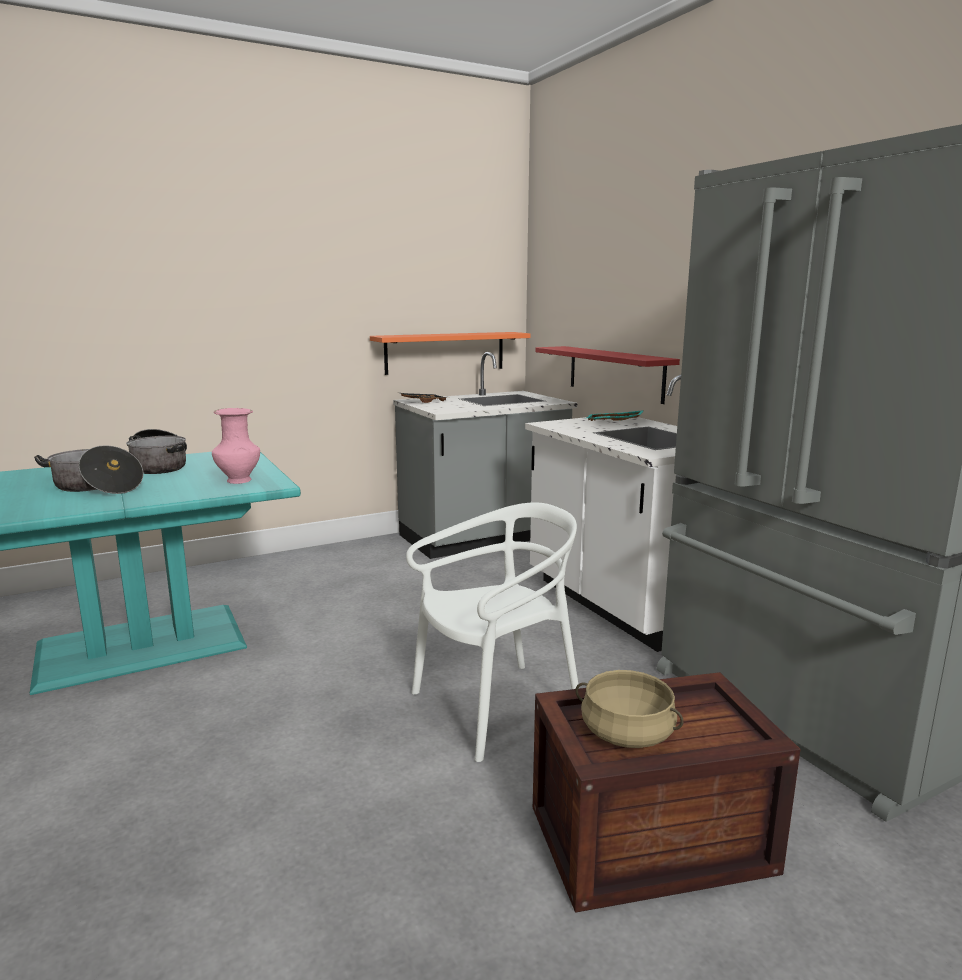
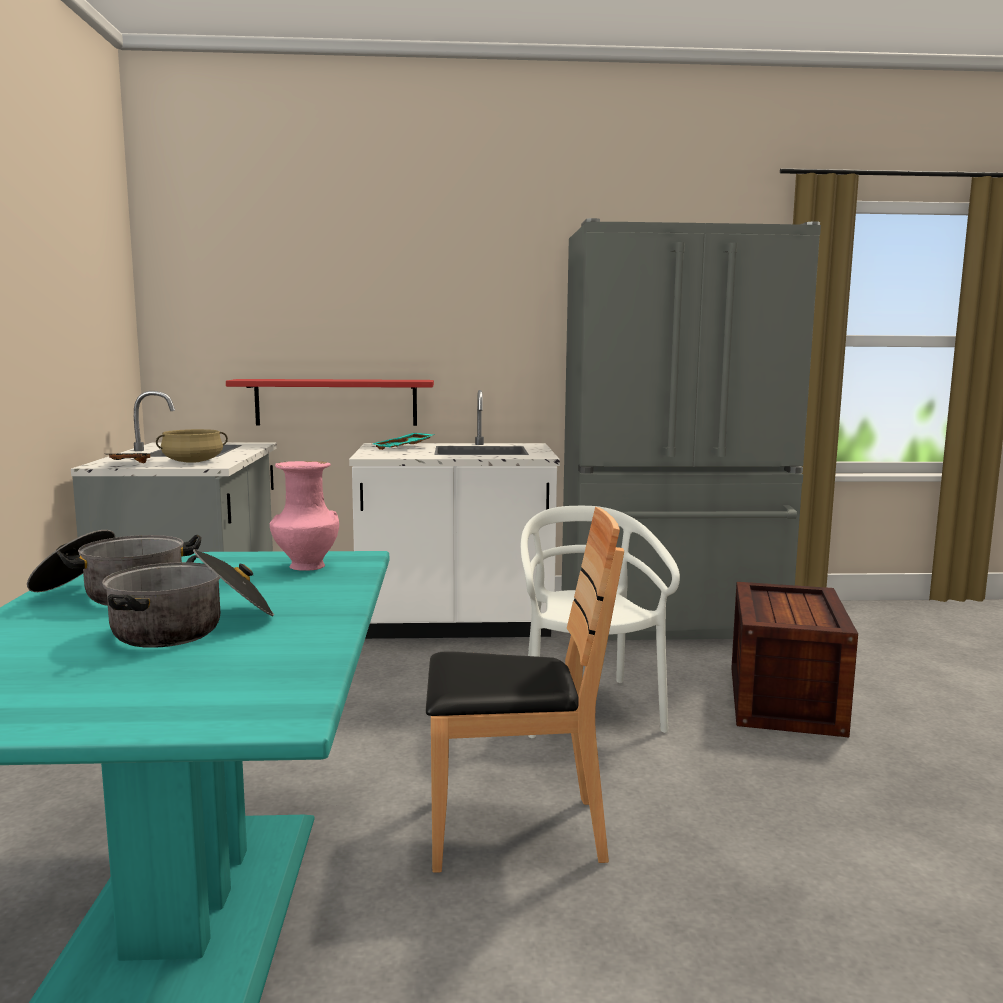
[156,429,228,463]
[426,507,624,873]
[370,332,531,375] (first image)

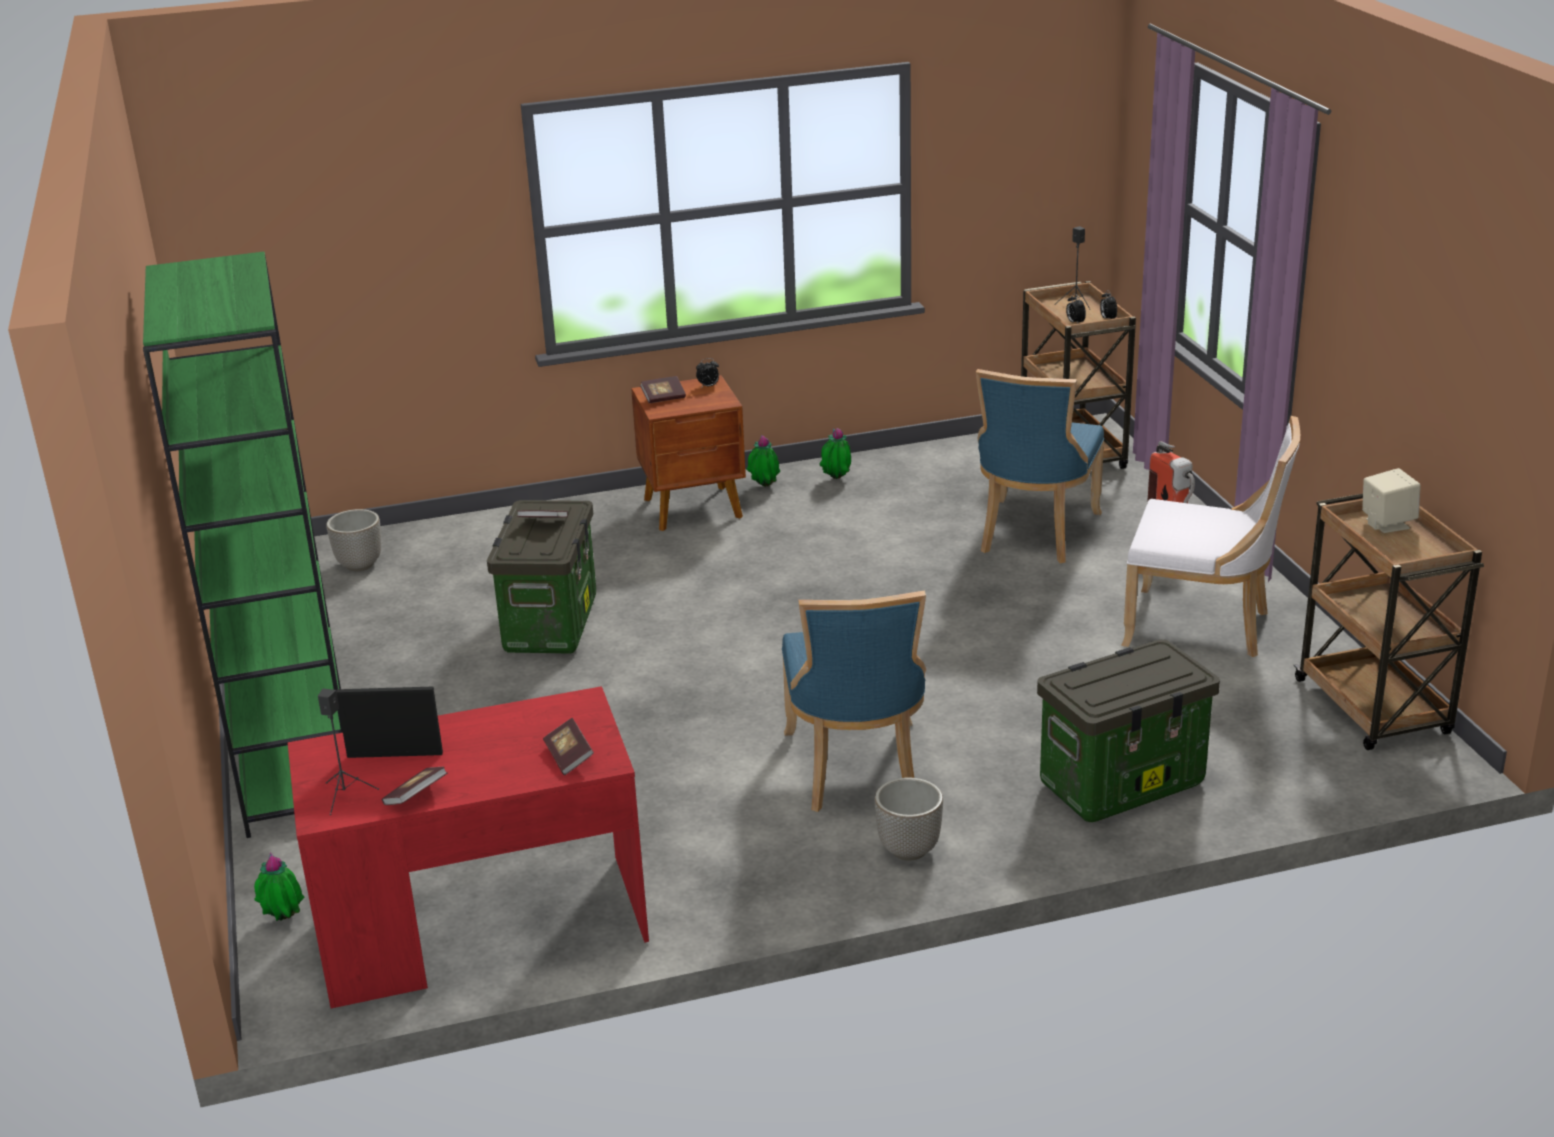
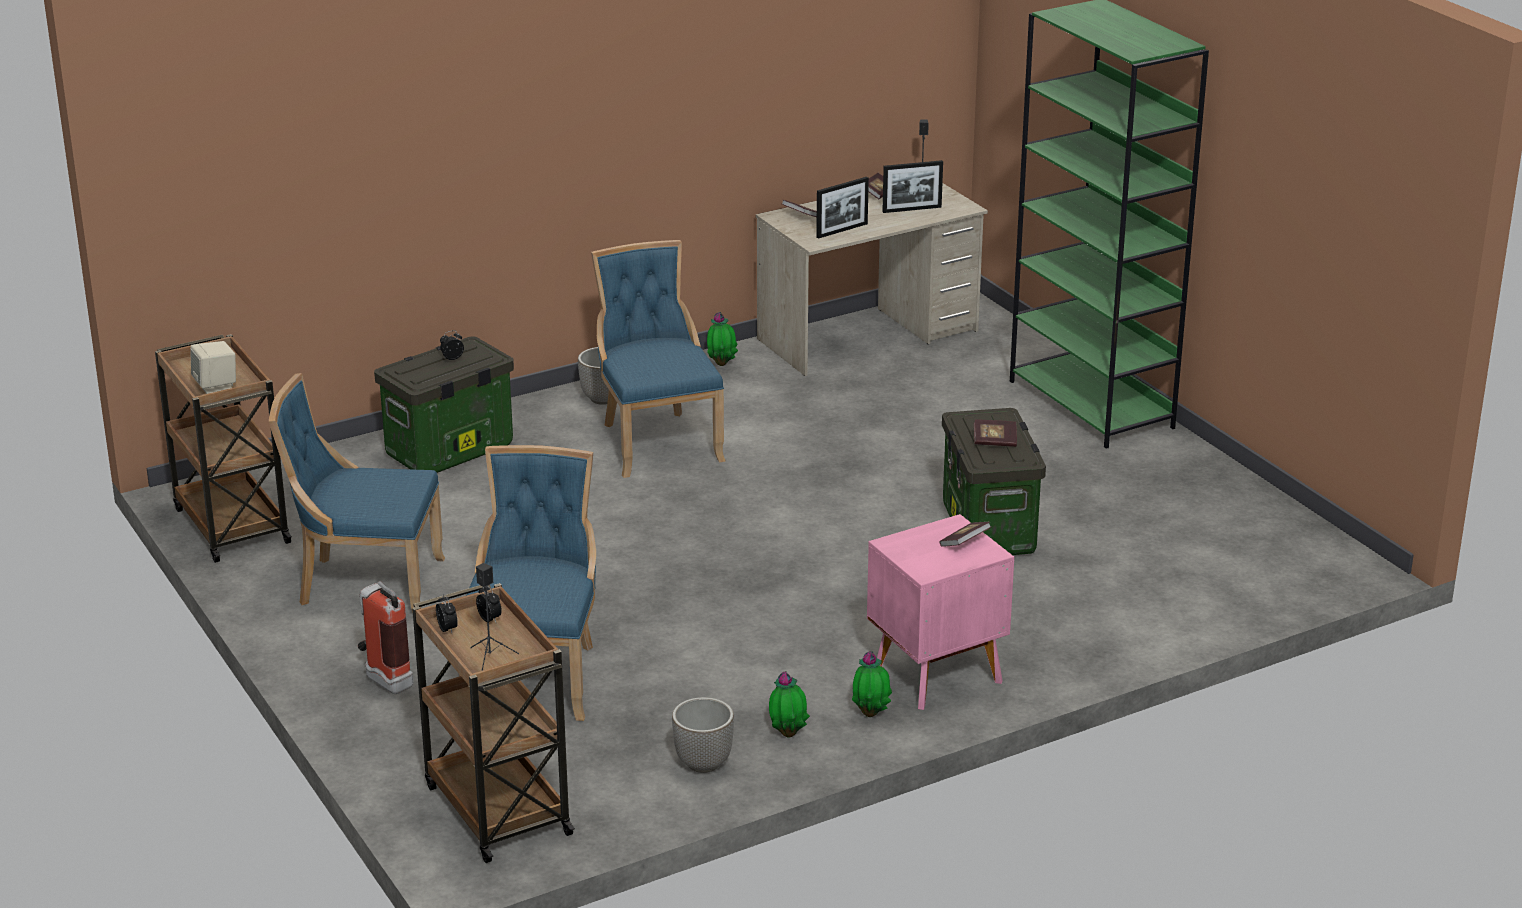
[269,373,445,613]
[440,330,464,360]
[672,697,734,773]
[707,312,738,366]
[756,183,988,376]
[816,177,869,239]
[867,514,1014,710]

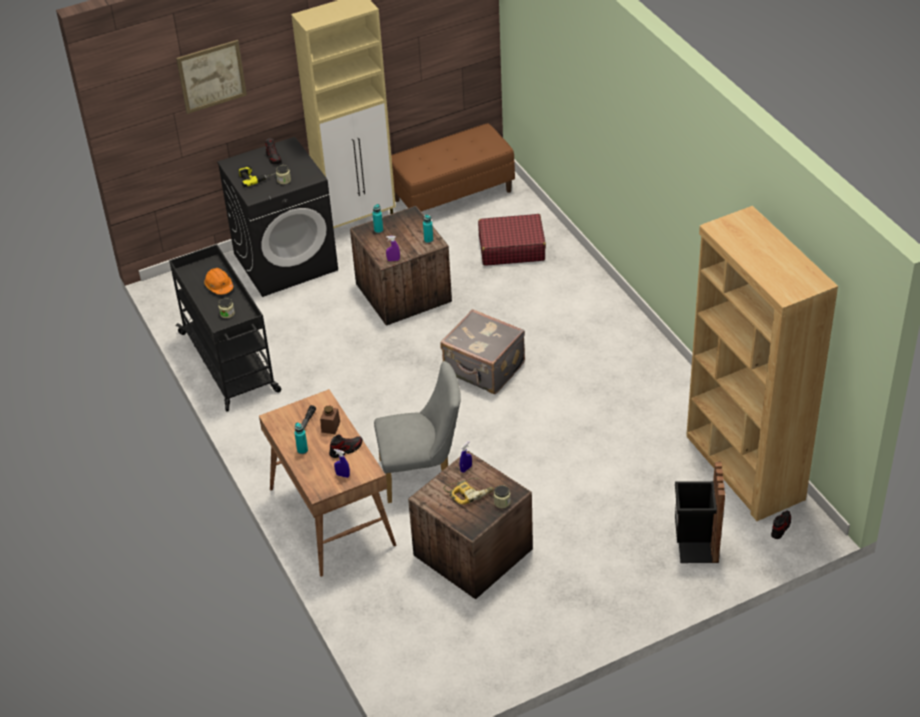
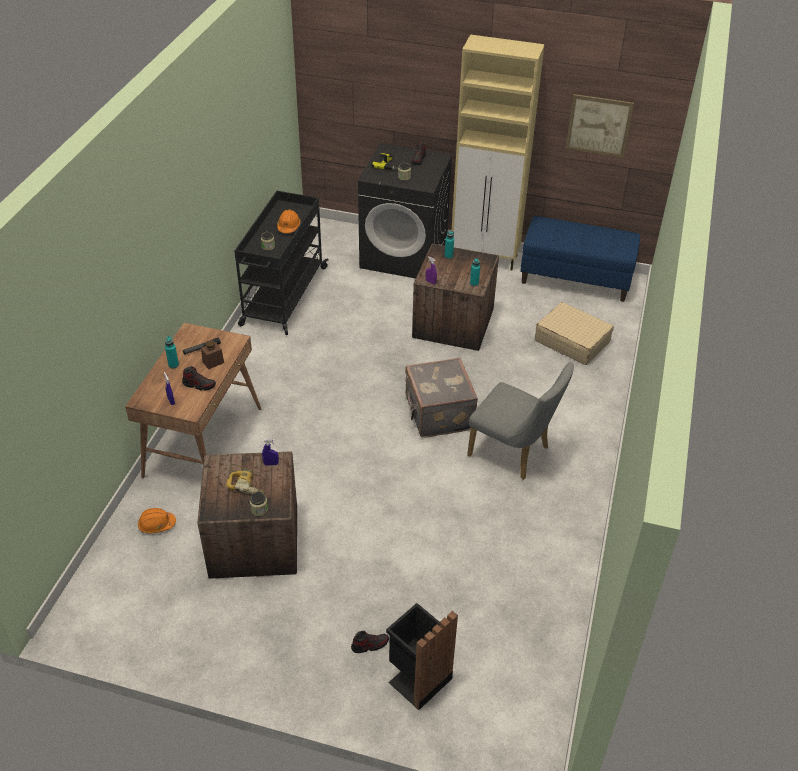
[138,508,176,533]
[351,631,389,653]
[467,362,574,480]
[520,216,640,302]
[535,302,614,365]
[565,94,634,158]
[686,206,838,521] (first image)

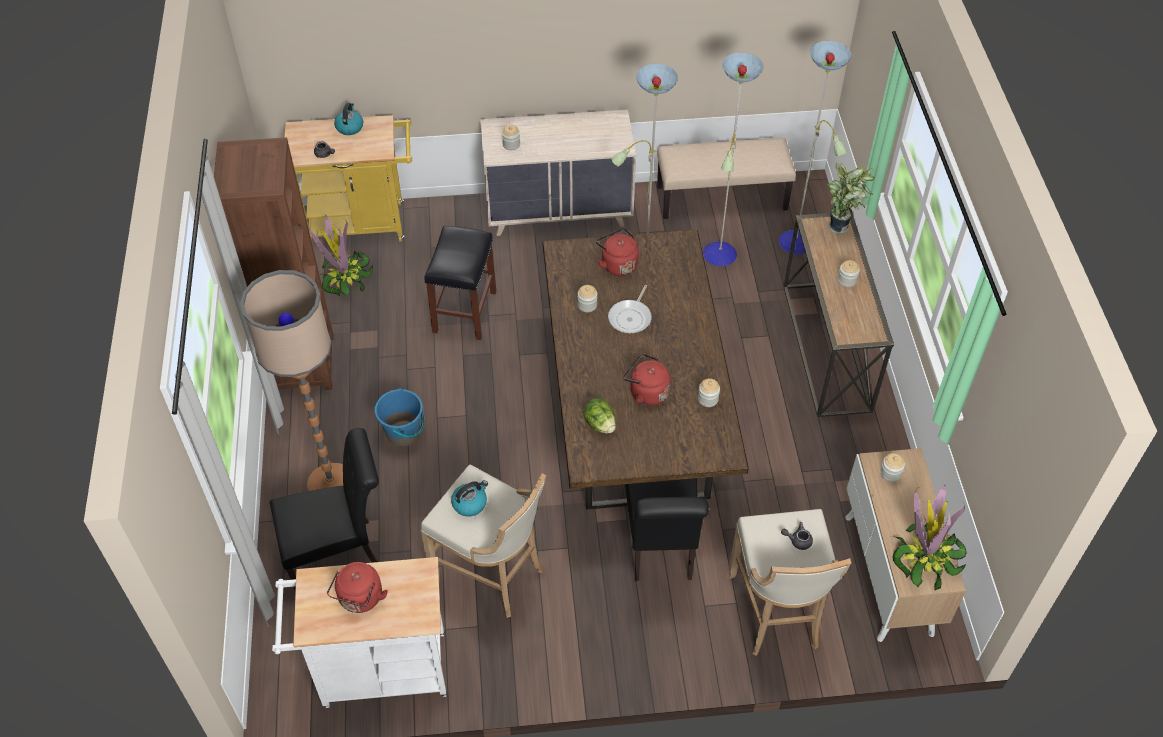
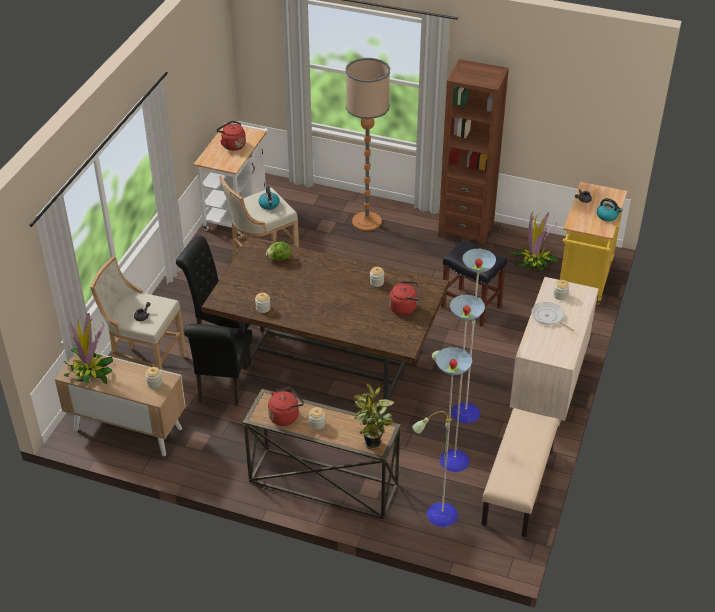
[184,324,253,406]
[268,386,304,426]
[531,302,575,332]
[374,387,424,447] (first image)

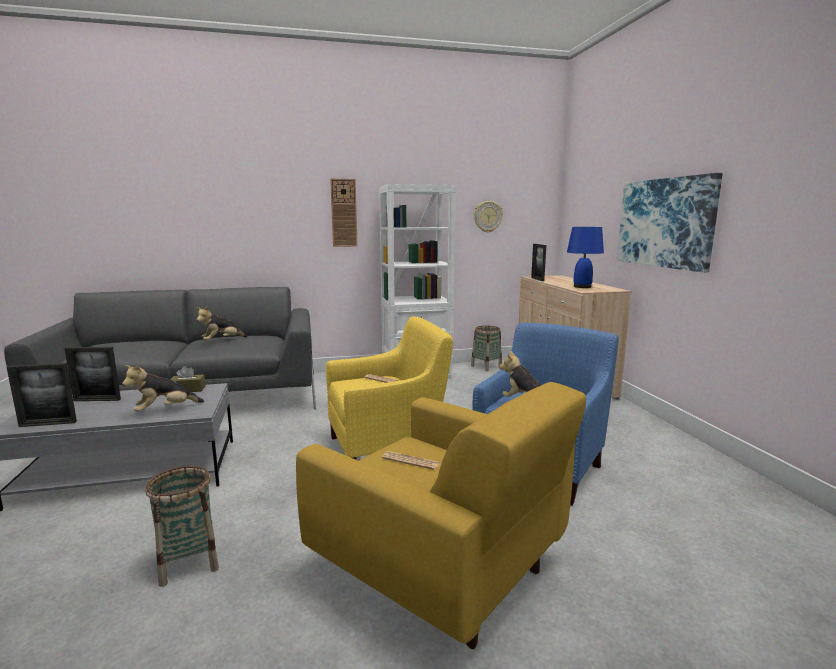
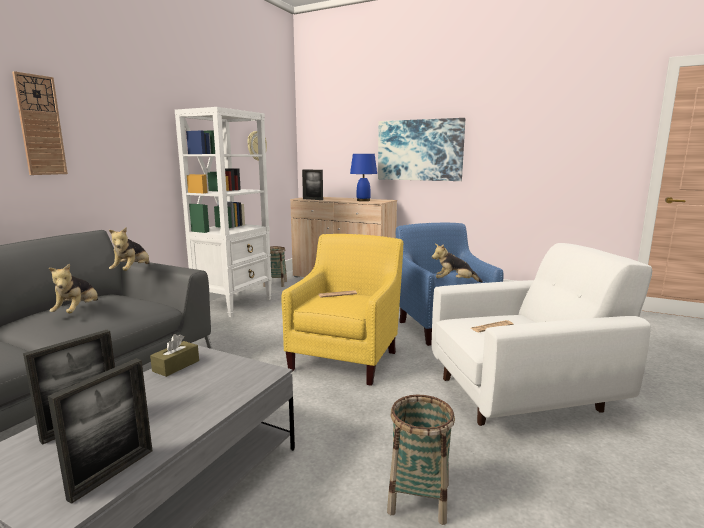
[12,71,68,175]
[109,227,149,271]
[432,243,652,426]

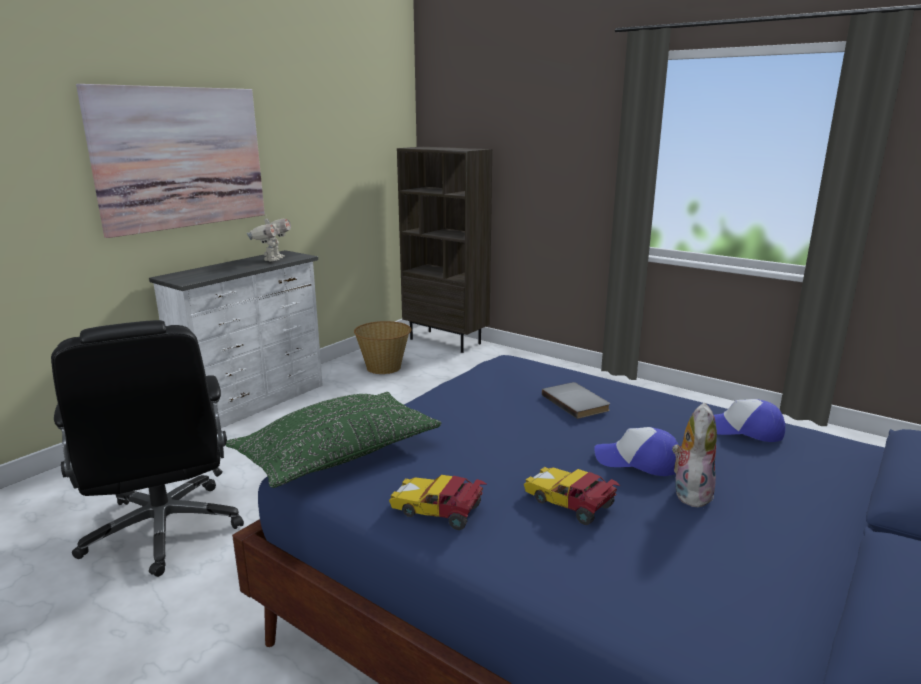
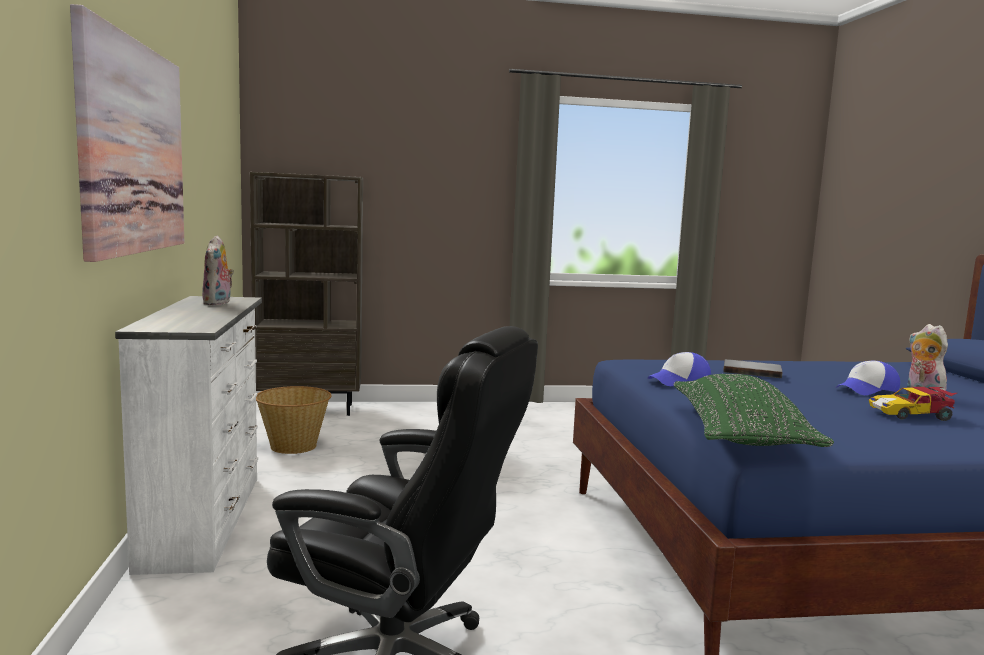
[202,236,234,305]
[647,352,711,386]
[389,475,487,530] (first image)

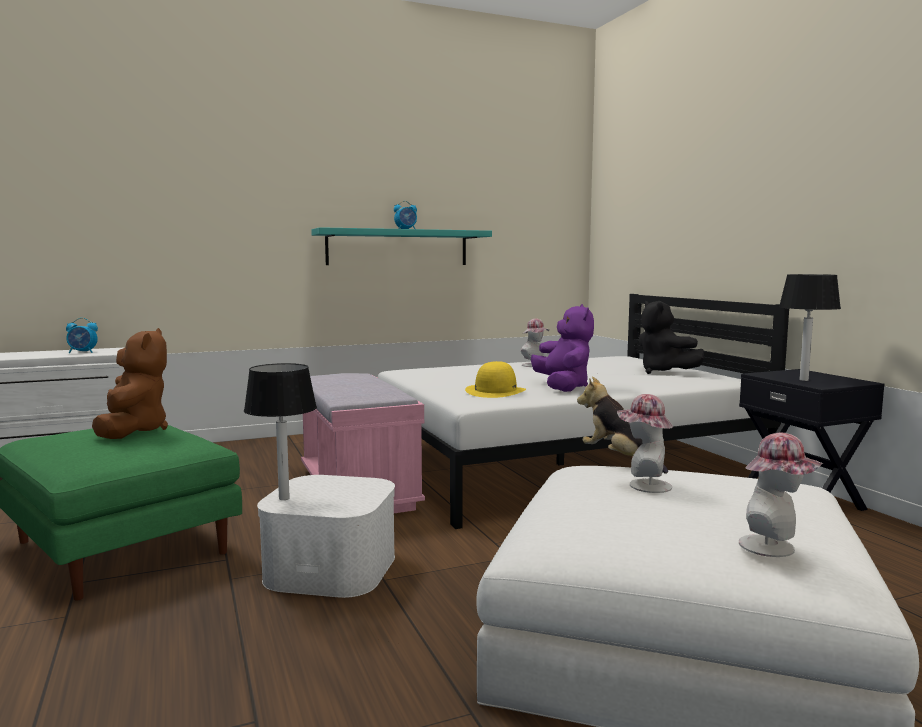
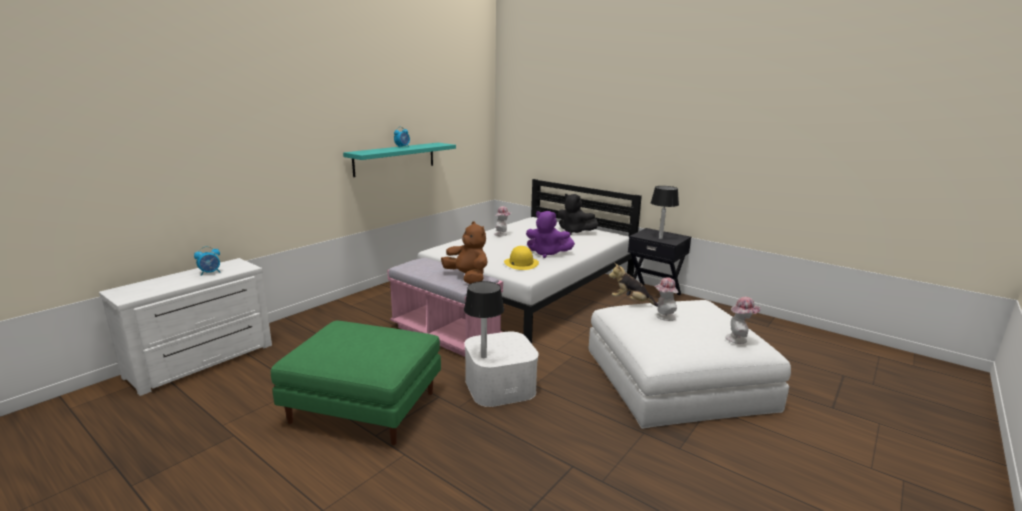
[441,221,488,284]
[526,211,575,258]

